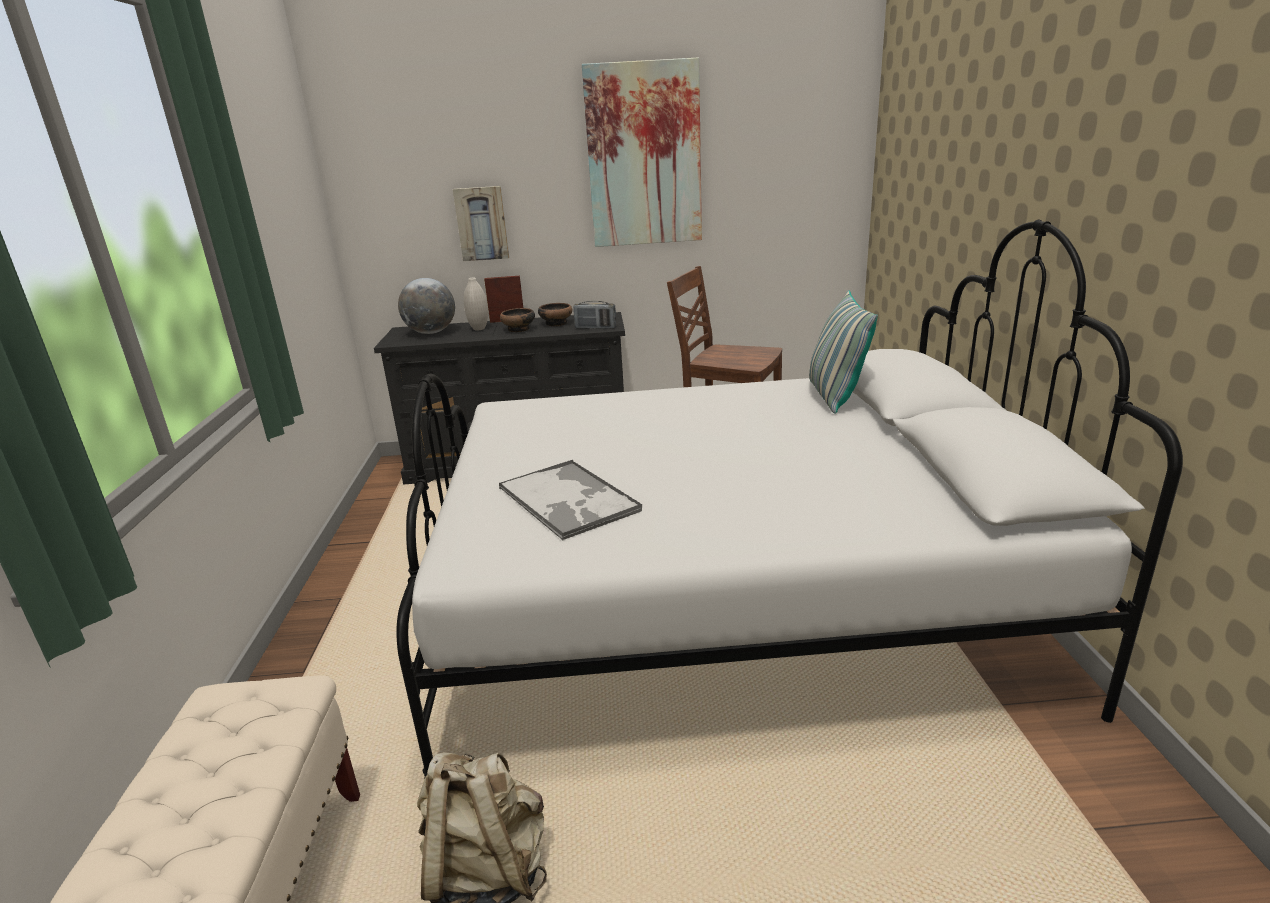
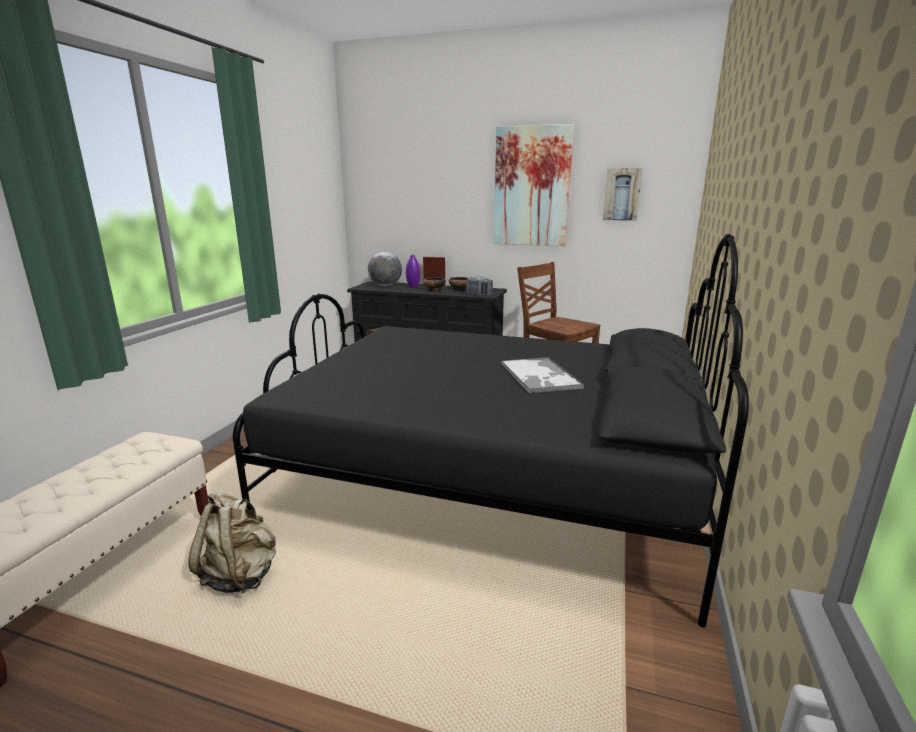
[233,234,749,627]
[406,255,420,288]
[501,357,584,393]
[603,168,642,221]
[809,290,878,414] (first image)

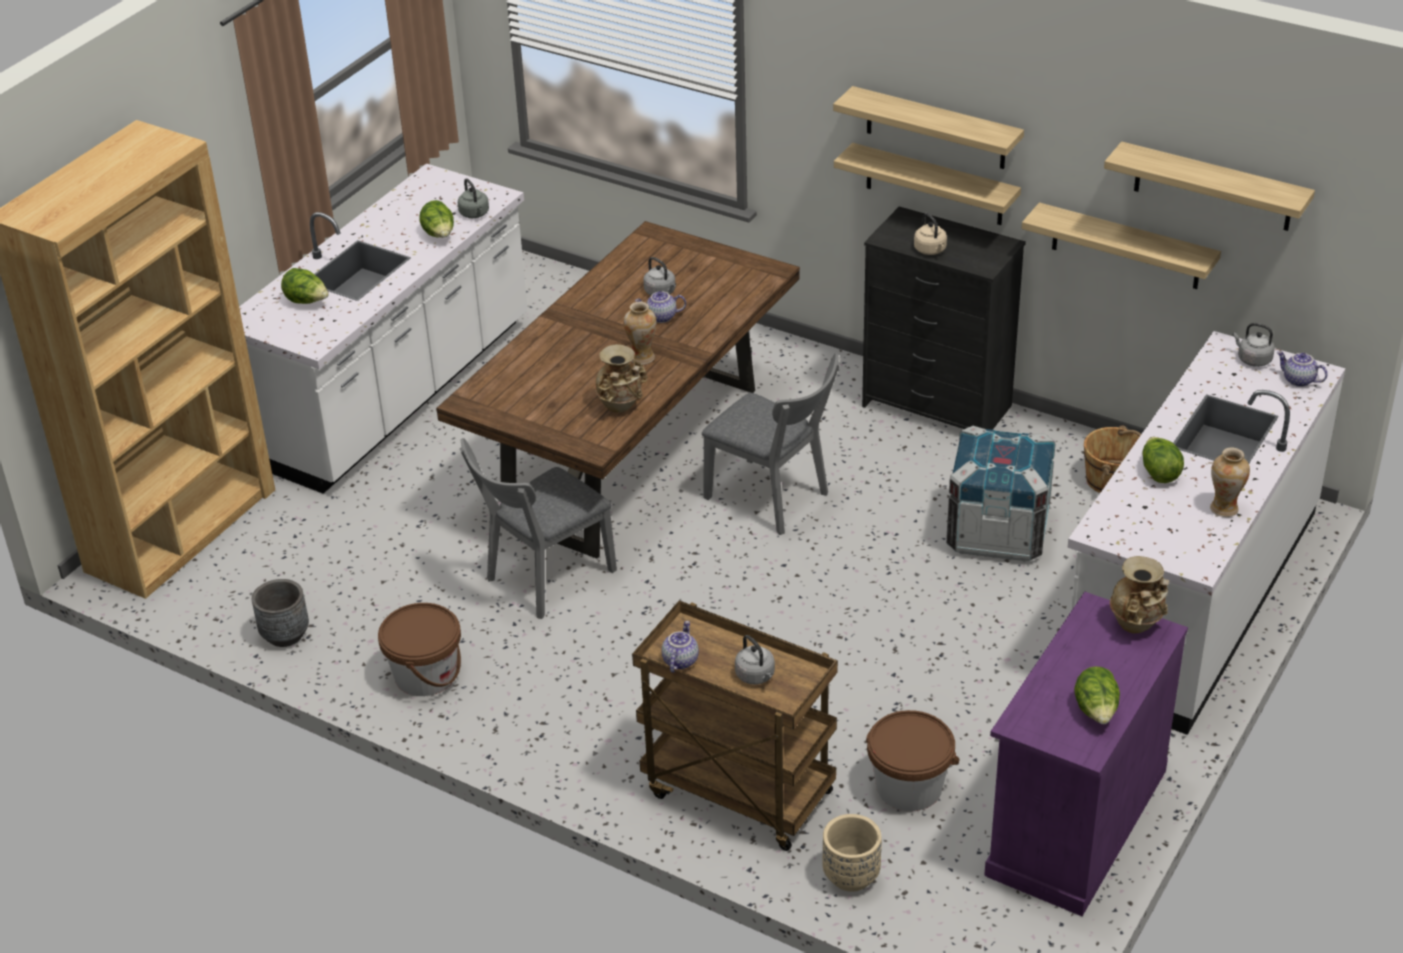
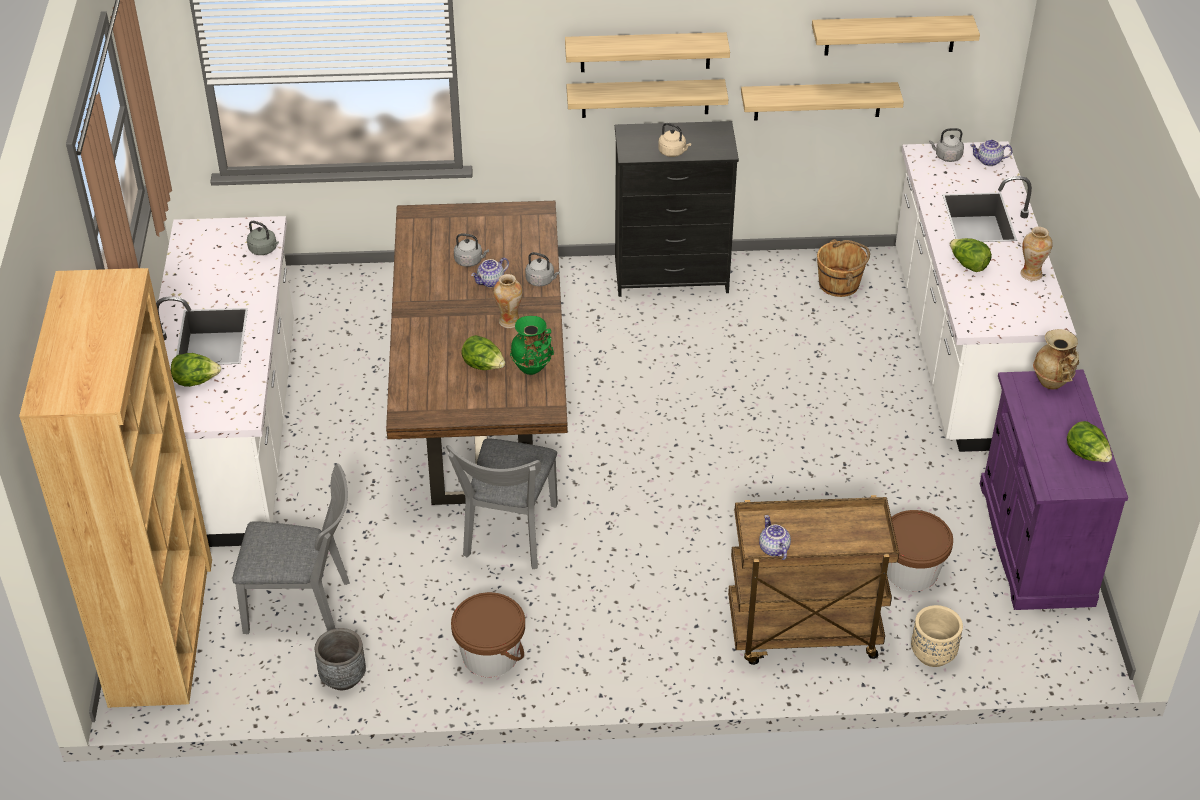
[232,464,350,634]
[461,335,505,370]
[510,316,554,375]
[525,252,560,286]
[946,426,1056,562] (first image)

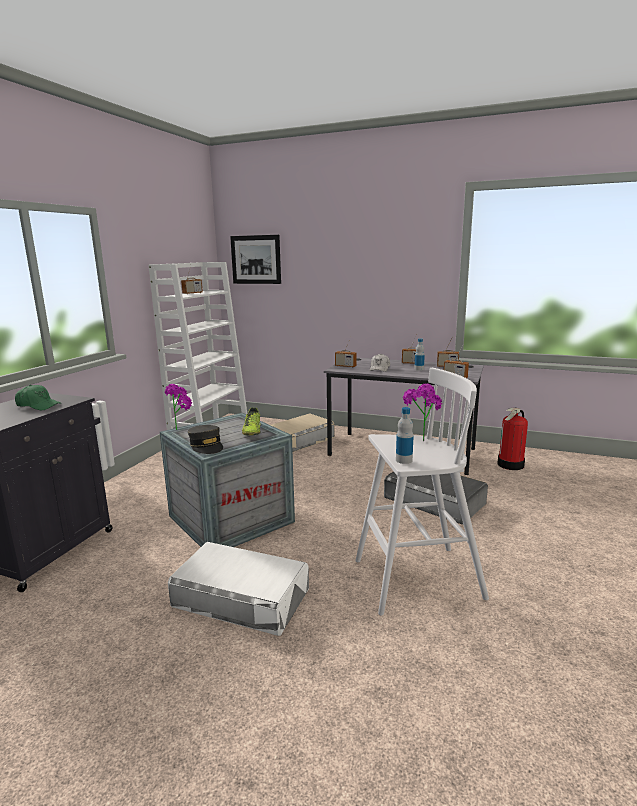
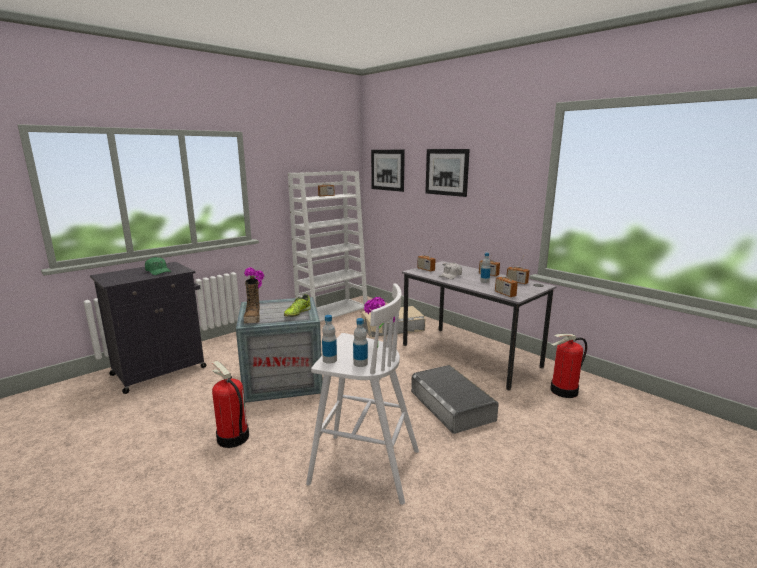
[212,361,249,448]
[243,276,260,323]
[353,318,368,367]
[425,149,470,197]

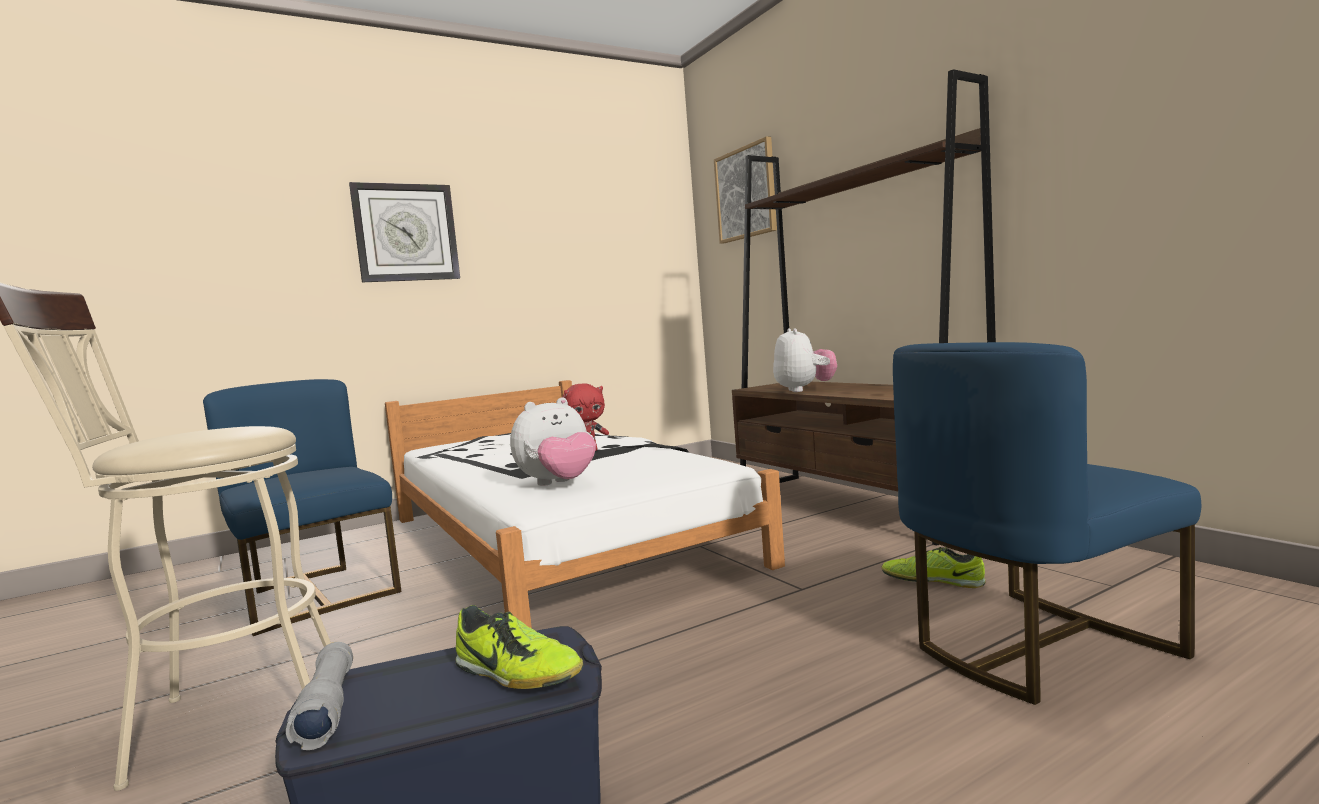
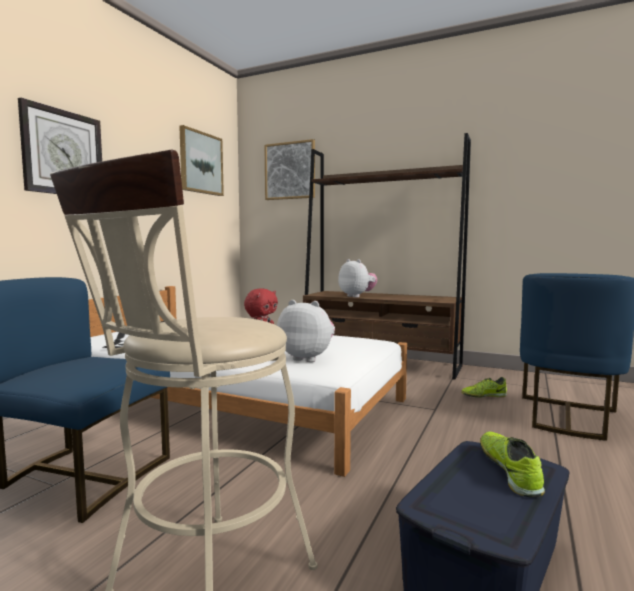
[179,125,224,196]
[277,300,335,362]
[480,431,545,497]
[286,642,353,750] (first image)

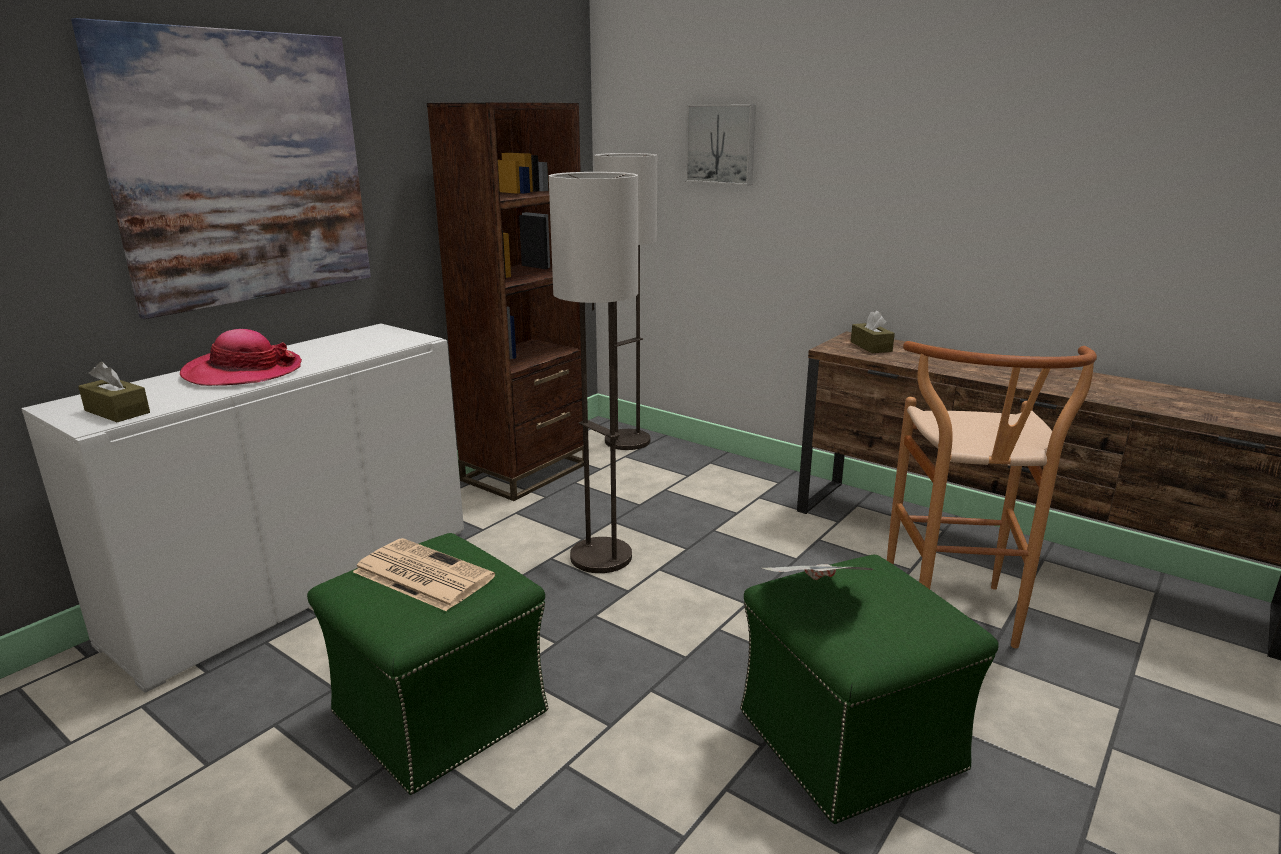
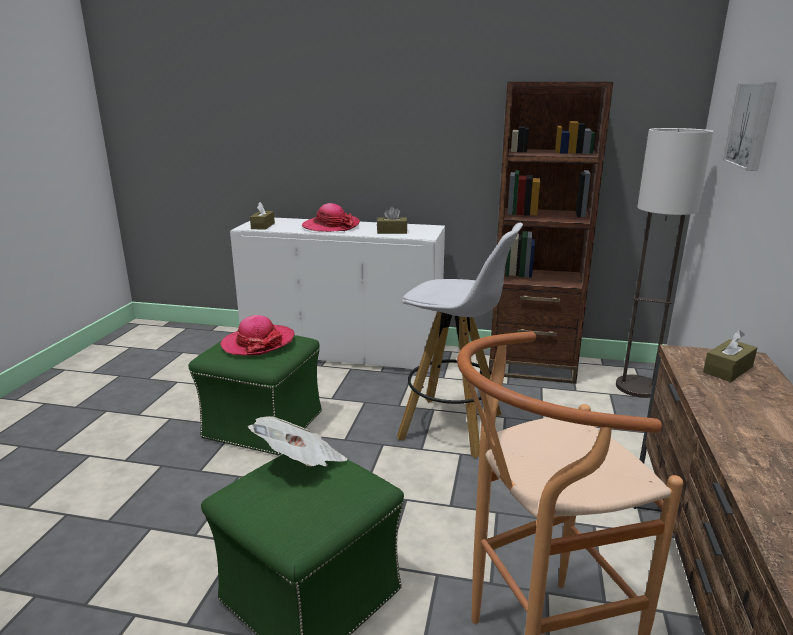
[220,315,295,356]
[377,207,407,234]
[397,223,523,458]
[71,18,371,319] (first image)

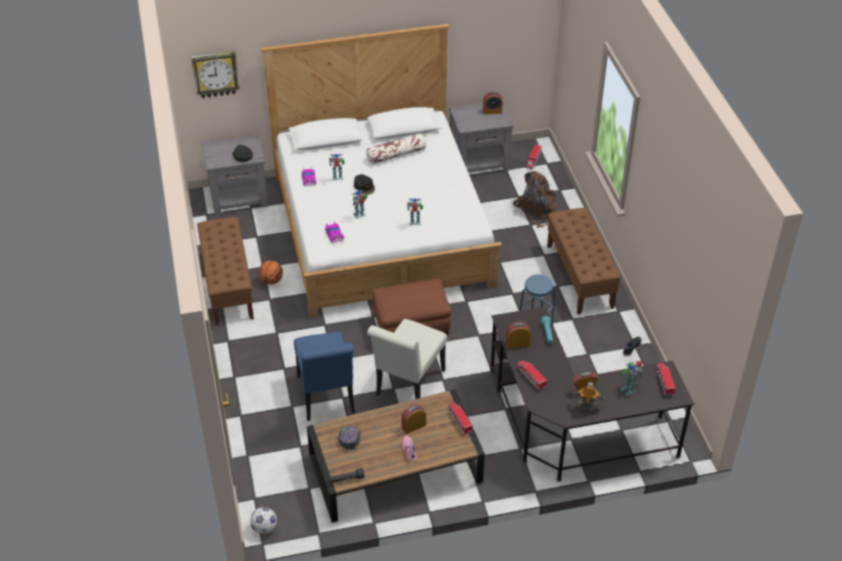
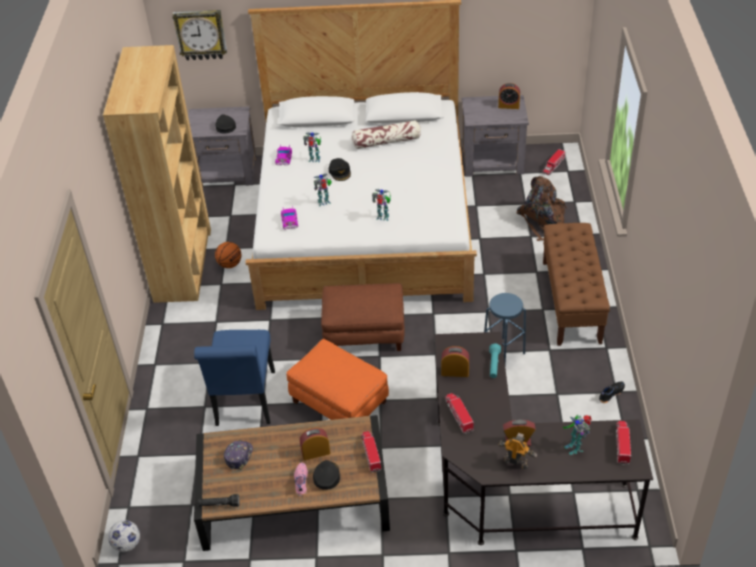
[103,45,211,303]
[286,339,389,420]
[313,460,340,490]

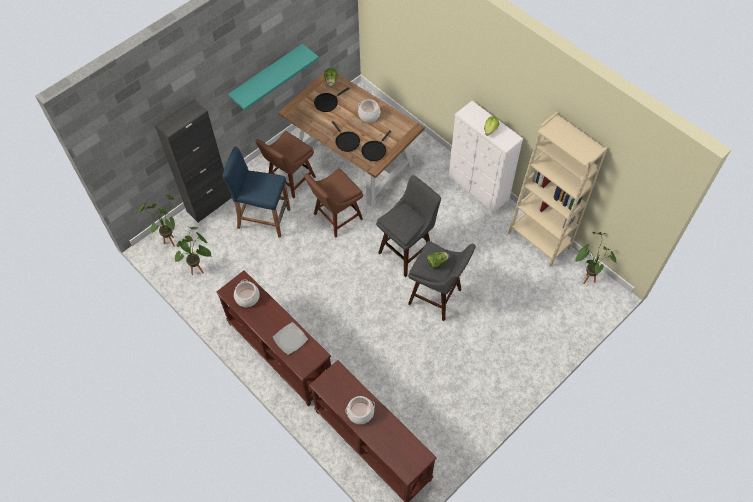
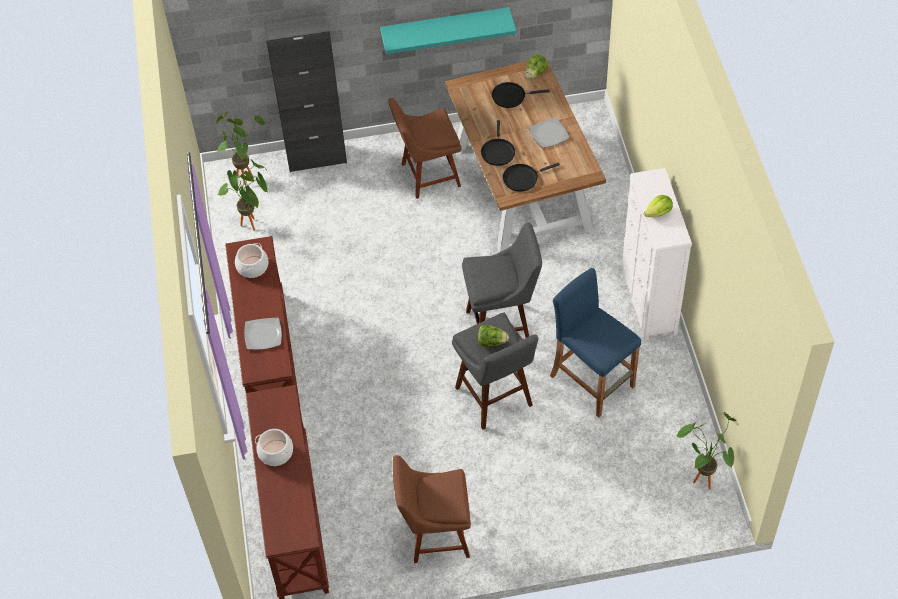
[393,455,471,563]
[529,117,570,148]
[550,268,641,418]
[508,112,607,267] (first image)

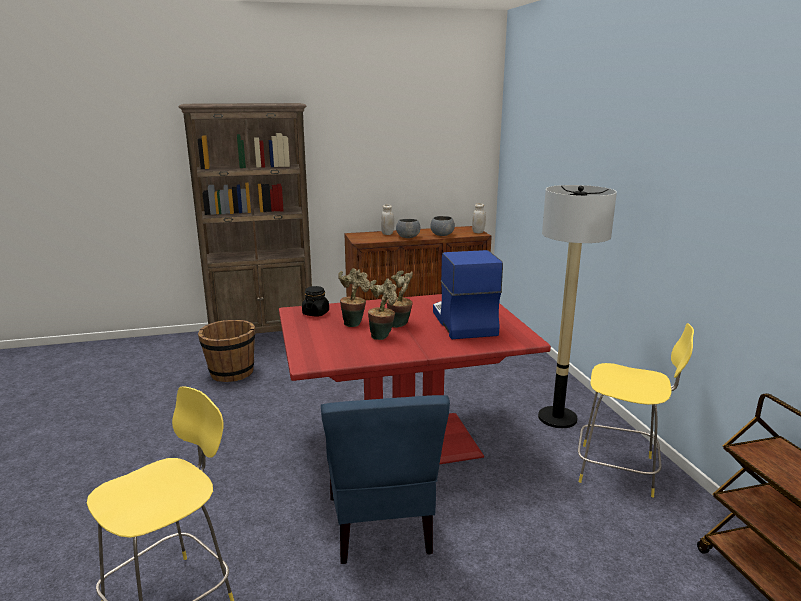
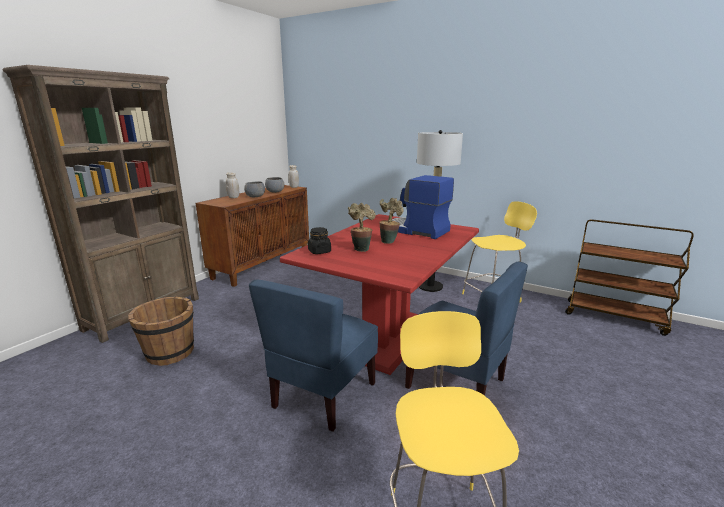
[249,279,378,432]
[368,278,397,340] (first image)

